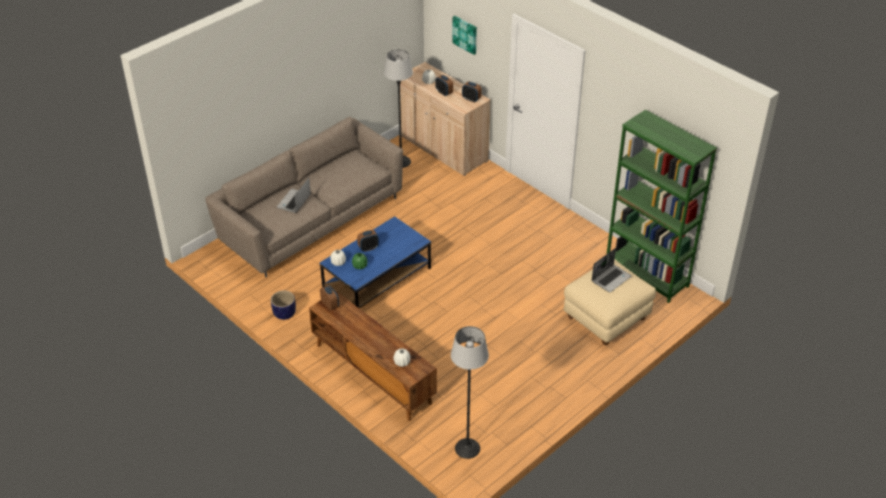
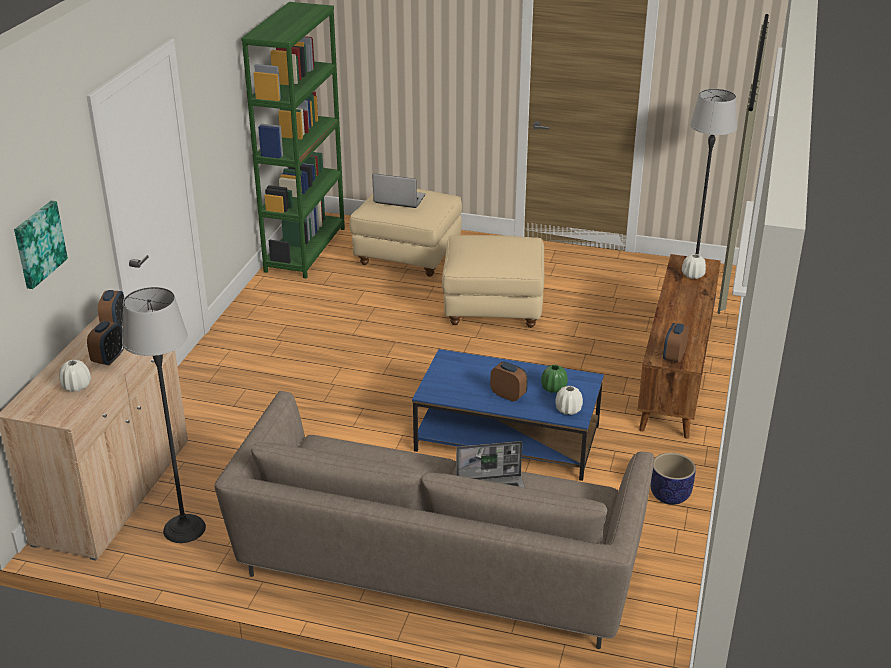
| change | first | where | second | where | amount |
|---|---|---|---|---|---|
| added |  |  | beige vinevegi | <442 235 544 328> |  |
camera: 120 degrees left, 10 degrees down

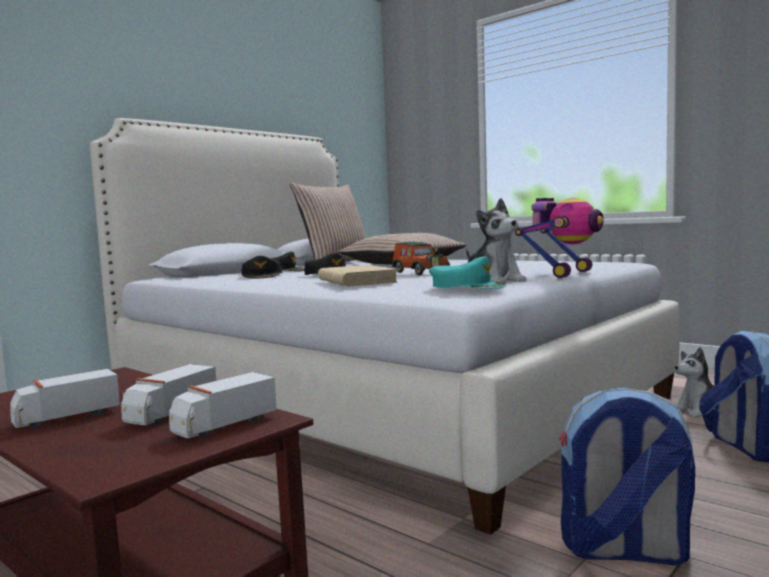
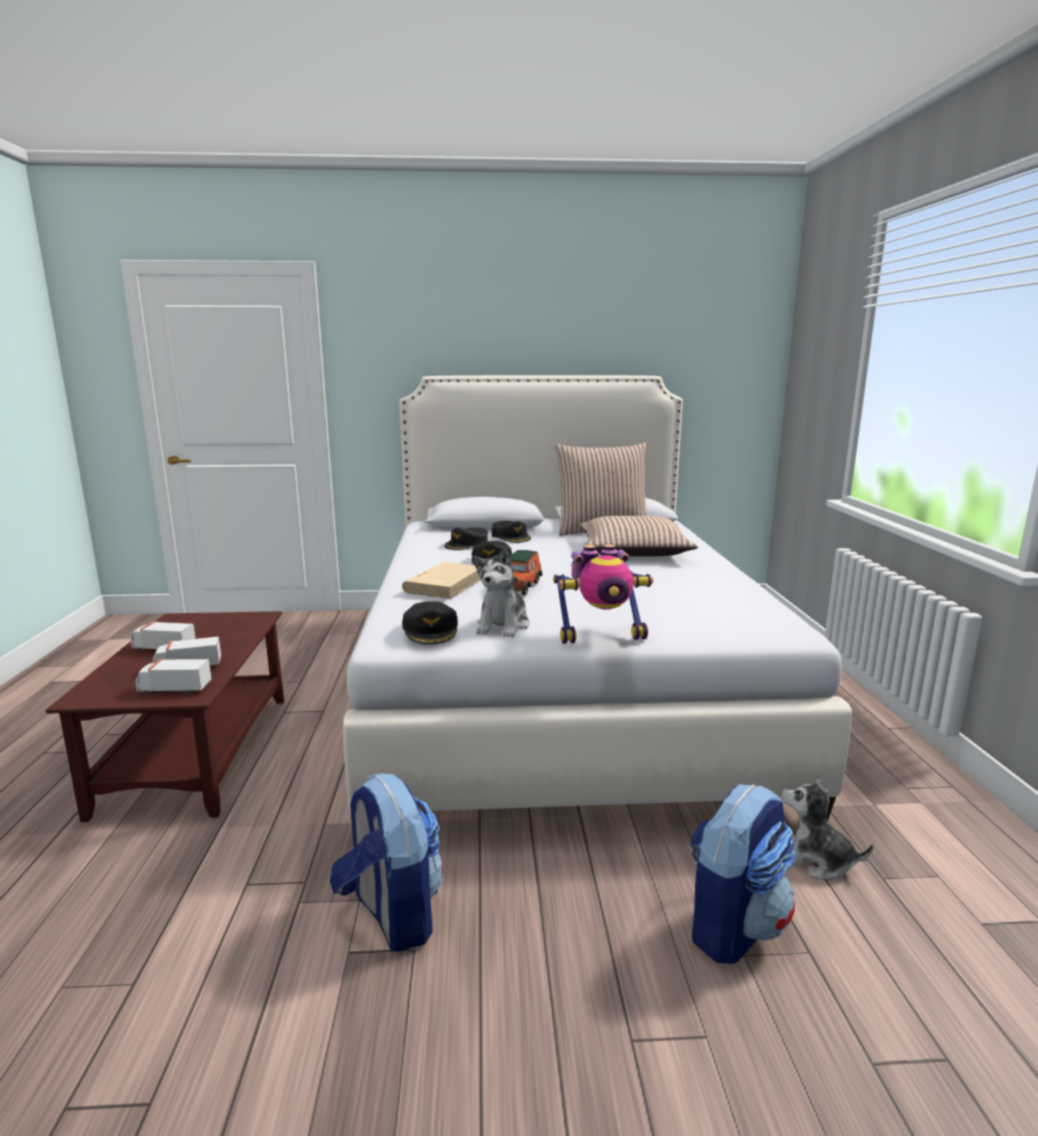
| change | first | where | second | where | amount |
|---|---|---|---|---|---|
| recoloured | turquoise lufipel | <429 256 506 289> | black lufipel | <402 601 458 645> |  |
camera: 45 degrees right, 10 degrees up

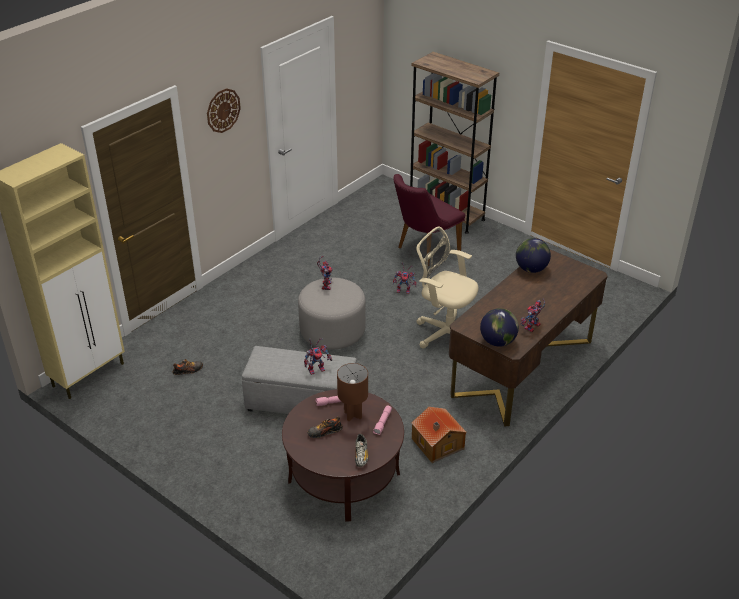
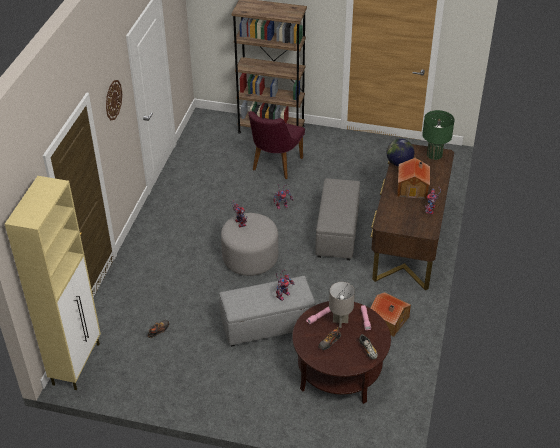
| change | first | where | second | where | amount |
|---|---|---|---|---|---|
| replaced | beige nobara | <416 227 478 349> | grey vinevegi | <315 178 360 260> |  |
| recoloured | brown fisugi | <337 363 368 422> | grey fisugi | <329 282 355 328> |  |
| added |  |  | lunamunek | <397 158 430 199> |  |
| added |  |  | green fisugi | <422 110 455 160> |  |
| removed | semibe | <480 308 519 347> |  |  |  |
camera: 25 degrees left, 5 degrees up

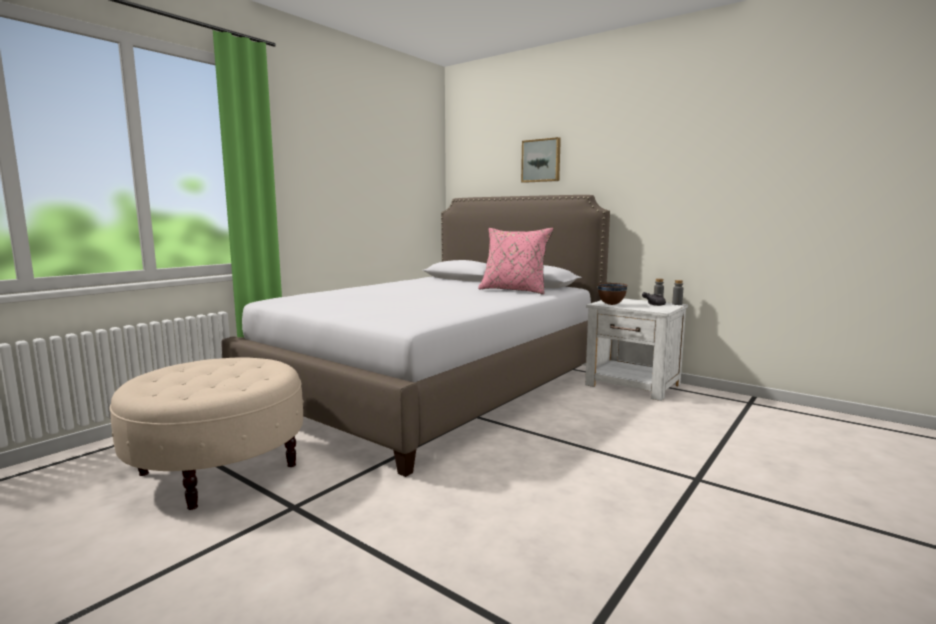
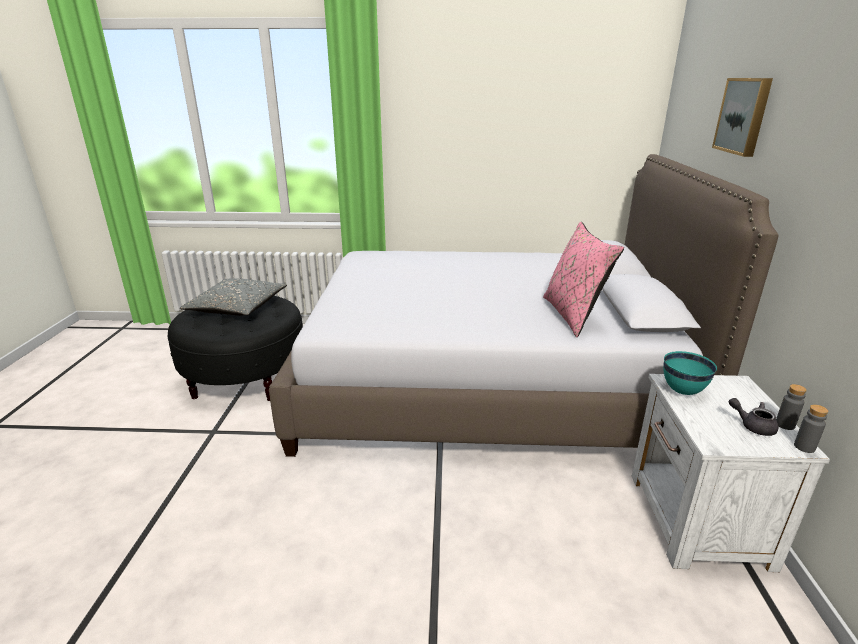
| change | first | where | second | where | amount |
|---|---|---|---|---|---|
| recoloured | beige vinevegi | <109 357 304 510> | black vinevegi | <168 296 303 401> |  |
| added |  |  | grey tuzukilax | <180 278 287 316> |  |
| recoloured | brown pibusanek | <598 283 628 305> | turquoise pibusanek | <663 351 717 395> |  |
camera: 55 degrees right, 15 degrees up

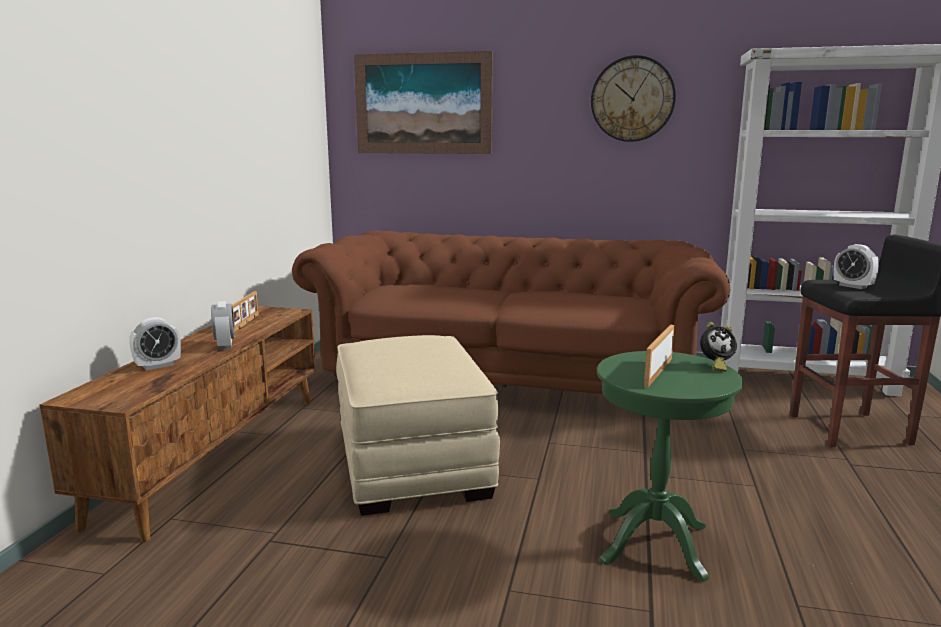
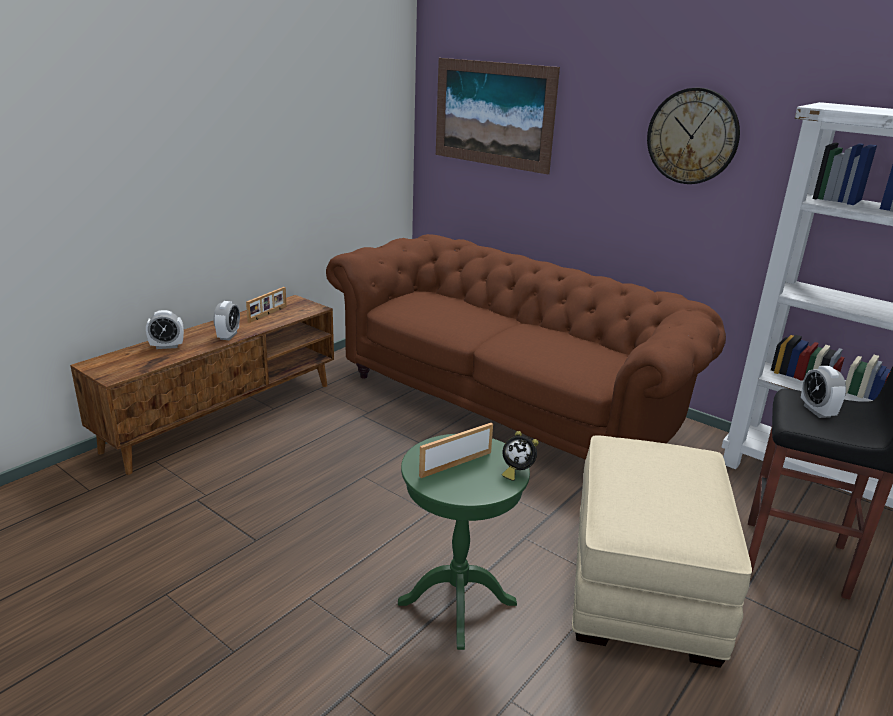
| change | first | where | second | where | amount |
|---|---|---|---|---|---|
| moved | beige vinevegi | <336 335 500 516> |  | <572 435 752 668> |  |
camera: 25 degrees right, 10 degrees up

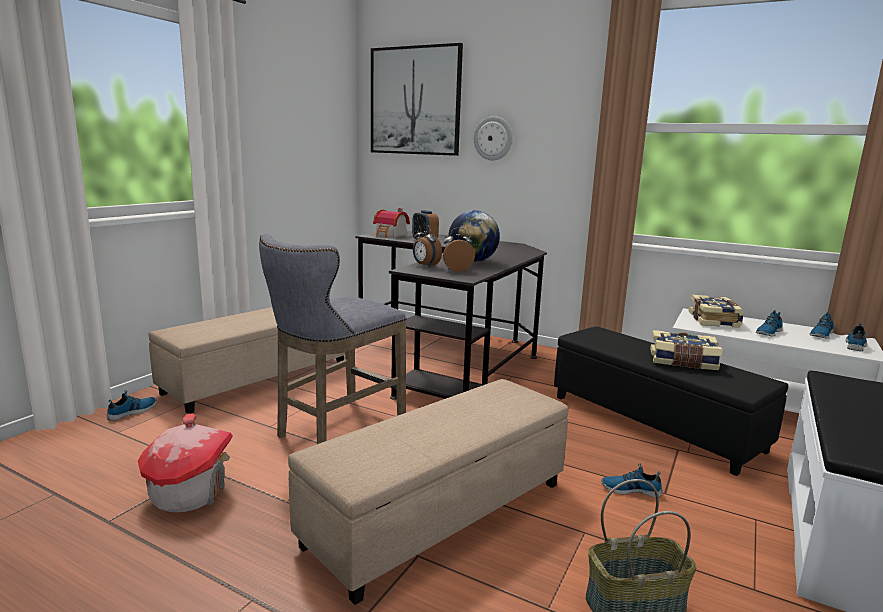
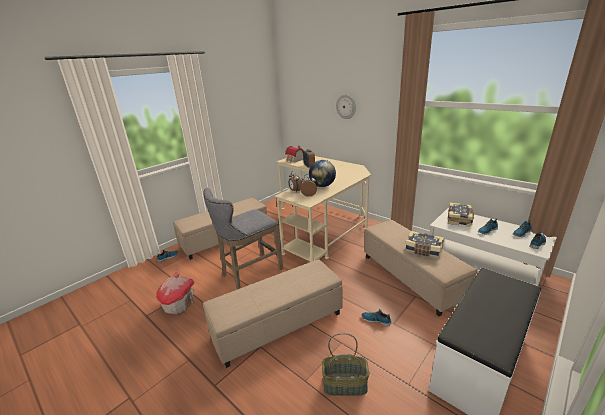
| change | first | where | second | where | amount |
|---|---|---|---|---|---|
| recoloured | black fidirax | <355 231 547 400> | beige fidirax | <274 156 371 262> |  |
| recoloured | black vinevegi | <554 327 788 476> | beige vinevegi | <364 220 477 316> |  |
| removed | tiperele | <371 43 463 156> |  |  |  |
camera: 15 degrees right, 10 degrees up

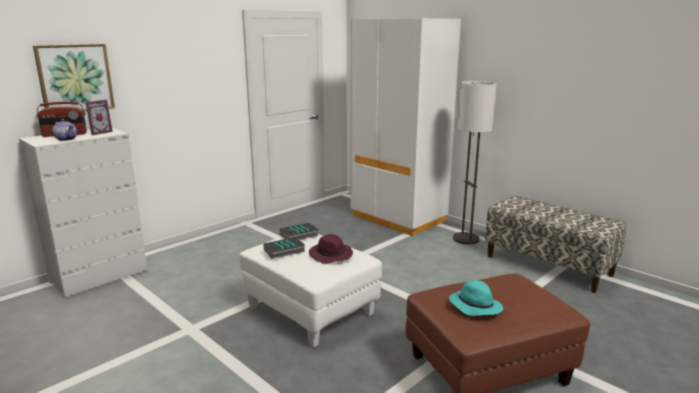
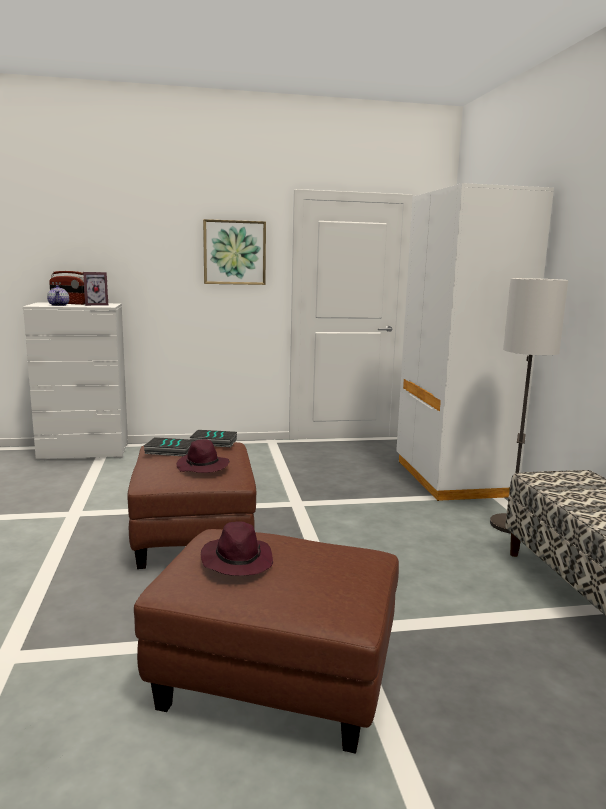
| change | first | where | second | where | amount |
|---|---|---|---|---|---|
| recoloured | white vinevegi | <239 234 382 348> | brown vinevegi | <127 442 256 569> |  |
| recoloured | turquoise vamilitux | <449 280 503 316> | purple vamilitux | <201 521 273 576> |  |
| moved | tiperele | <33 44 115 111> |  | <203 219 266 285> |  |
camera: 35 degrees right, 5 degrees down

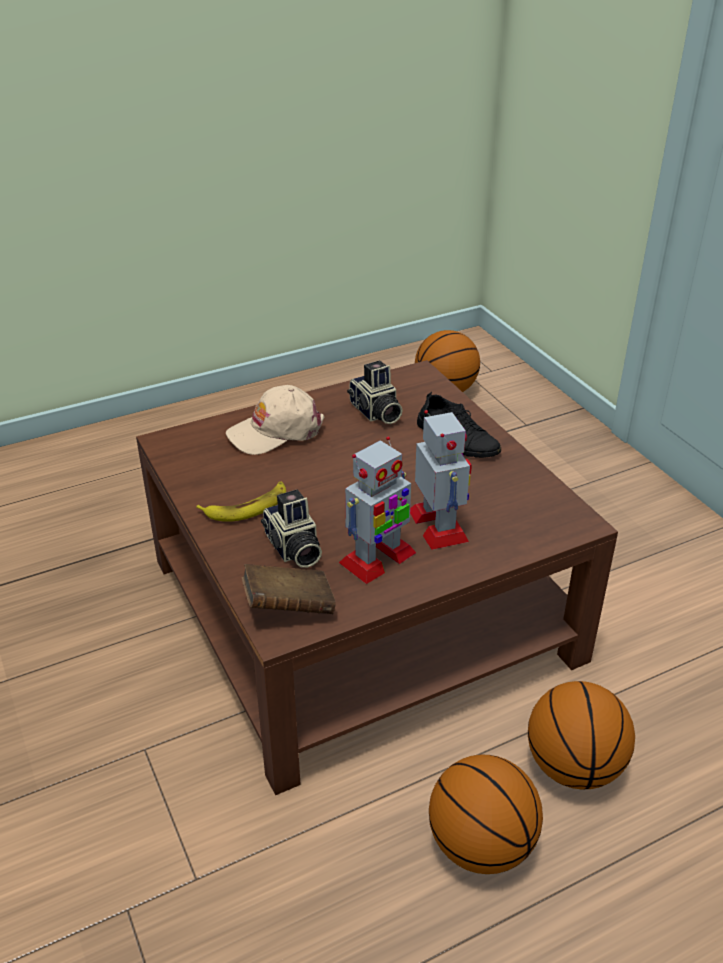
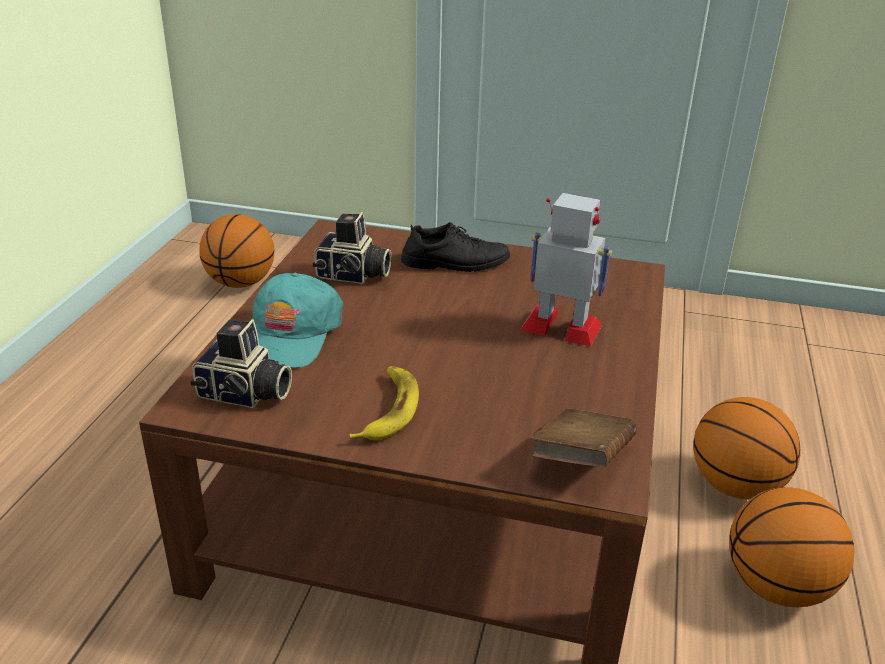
| change | first | where | second | where | amount |
|---|---|---|---|---|---|
| moved | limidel | <261 490 322 568> |  | <190 319 292 408> |  |
| recoloured | beige lufipel | <226 385 324 455> | turquoise lufipel | <252 273 343 368> |  |
| removed | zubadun | <339 436 416 584> |  |  |  |
camera: 50 degrees left, 5 degrees down

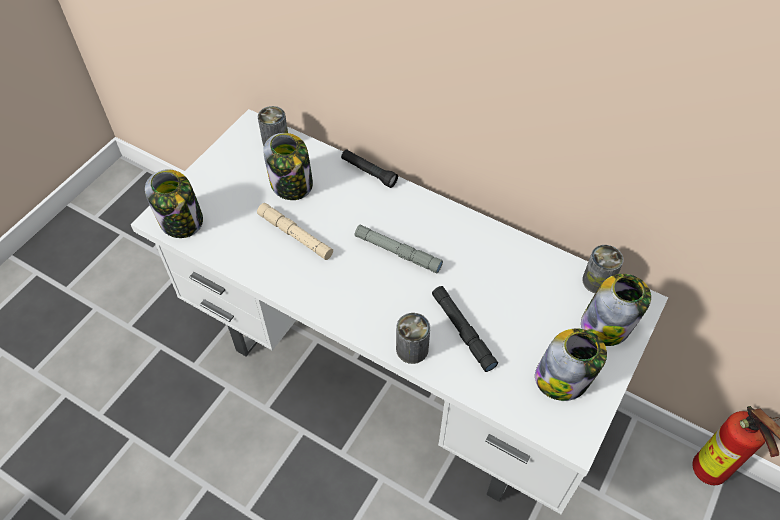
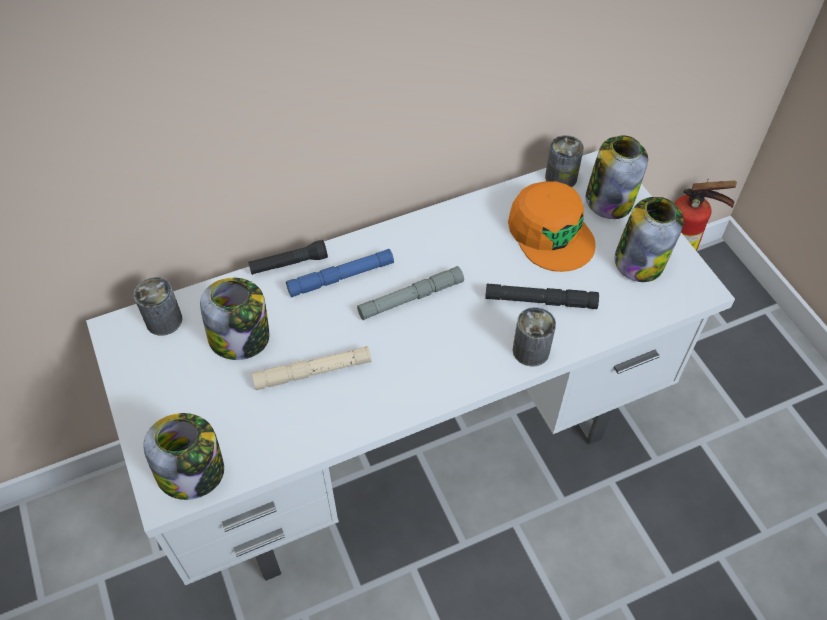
| change | first | where | second | where | amount |
|---|---|---|---|---|---|
| added |  |  | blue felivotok | <286 249 394 297> |  |
| added |  |  | orange lufipel | <508 181 596 272> |  |
camera: 55 degrees left, 0 degrees up

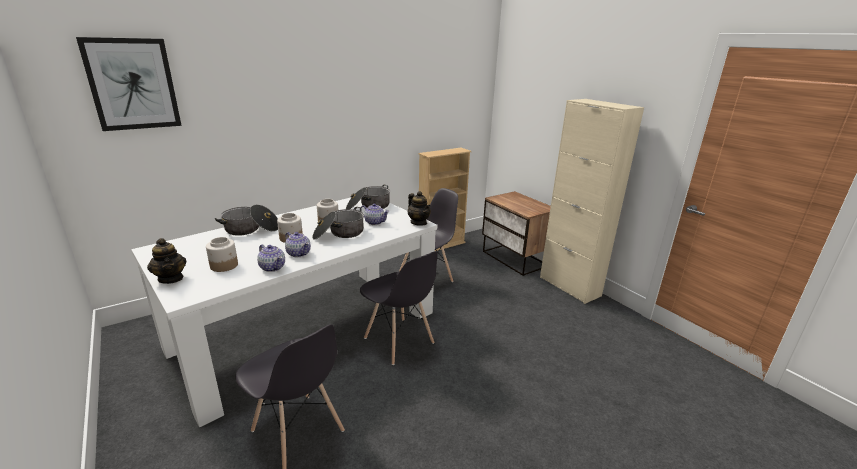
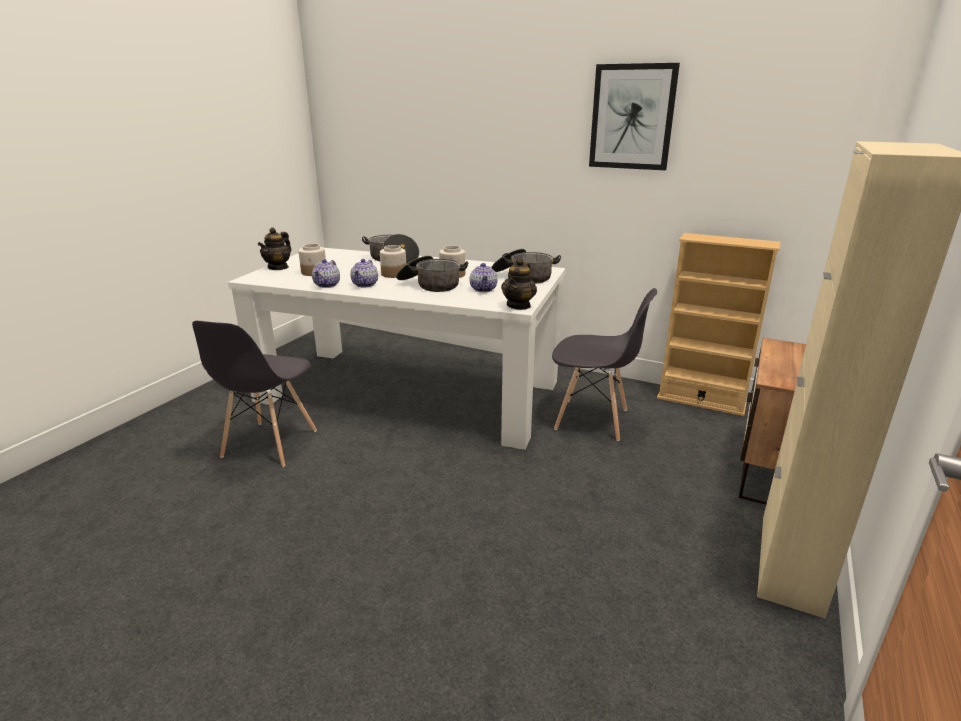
| change | first | where | second | where | amount |
|---|---|---|---|---|---|
| moved | tiperele | <76 37 182 131> |  | <589 63 680 170> |  |
| removed | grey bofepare | <360 251 438 365> |  |  |  |
camera: 60 degrees right, 0 degrees up

